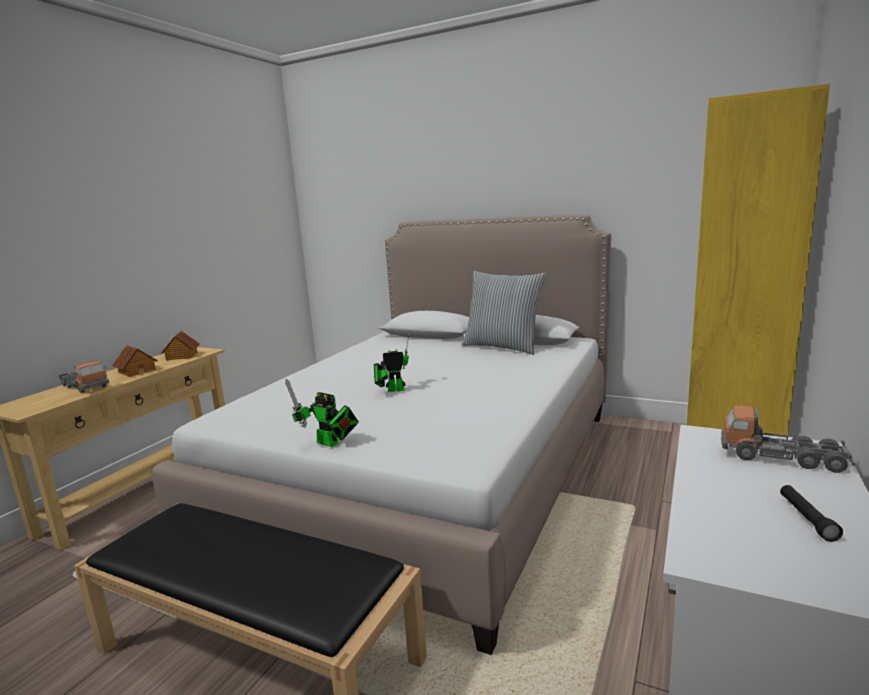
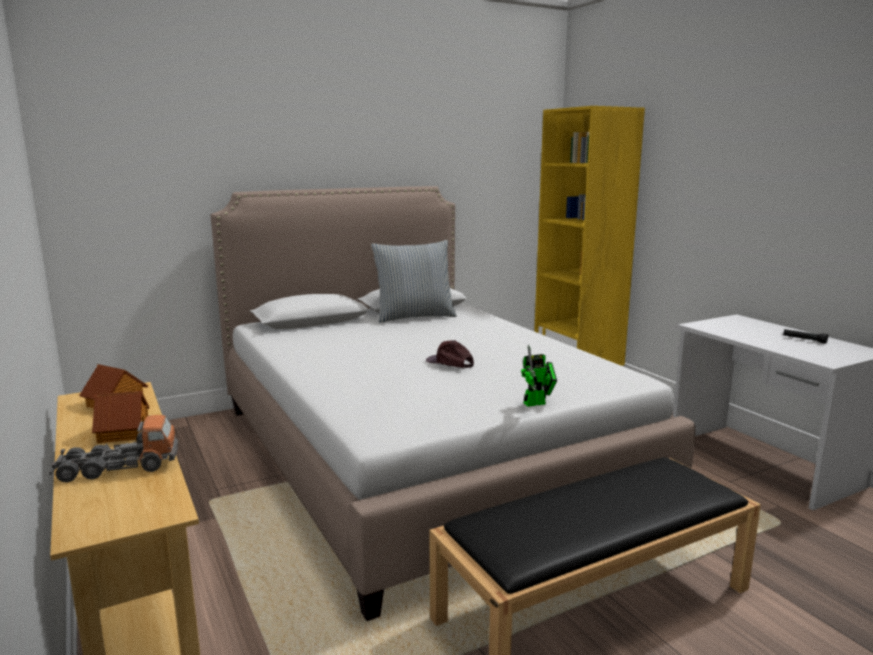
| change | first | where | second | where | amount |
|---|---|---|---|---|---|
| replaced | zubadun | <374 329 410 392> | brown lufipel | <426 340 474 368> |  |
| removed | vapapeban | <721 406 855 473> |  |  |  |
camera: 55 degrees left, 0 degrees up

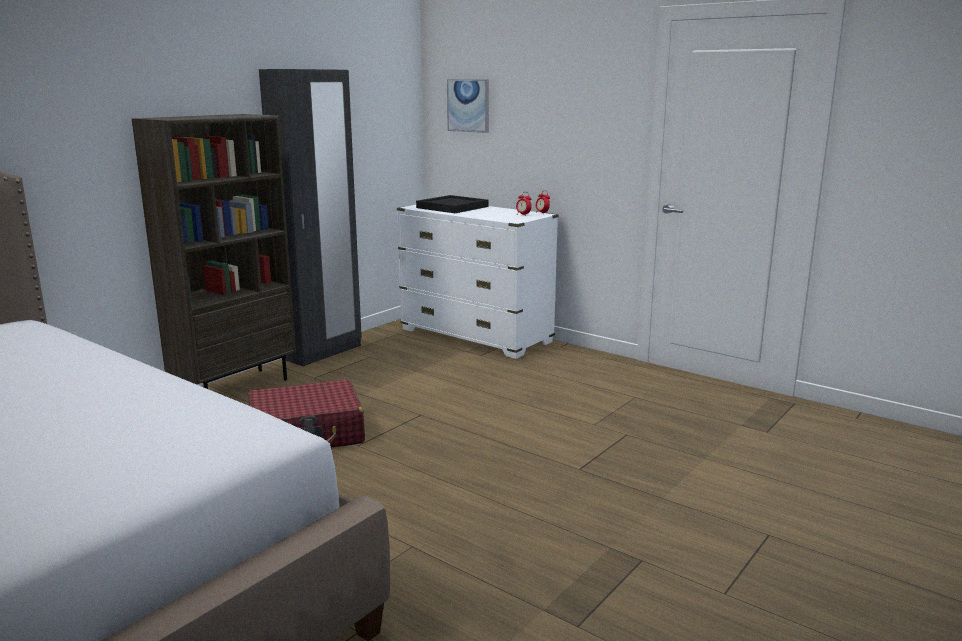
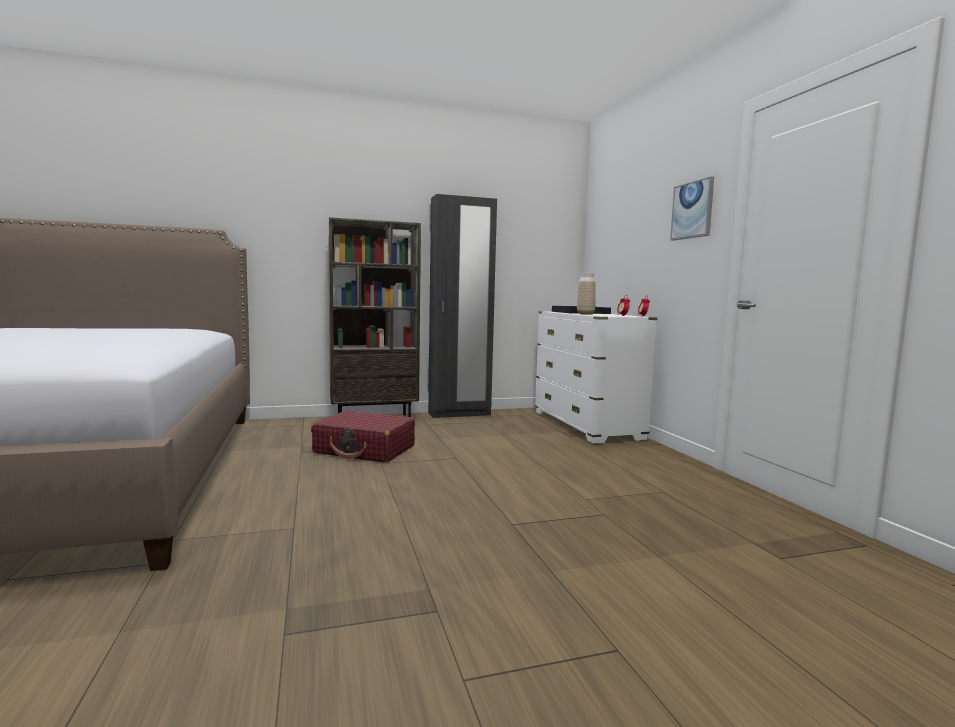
| change | first | where | second | where | amount |
|---|---|---|---|---|---|
| added |  |  | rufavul | <577 273 596 315> |  |
| moved | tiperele | <447 79 489 133> |  | <670 176 714 241> |  |
camera: 35 degrees right, 10 degrees down

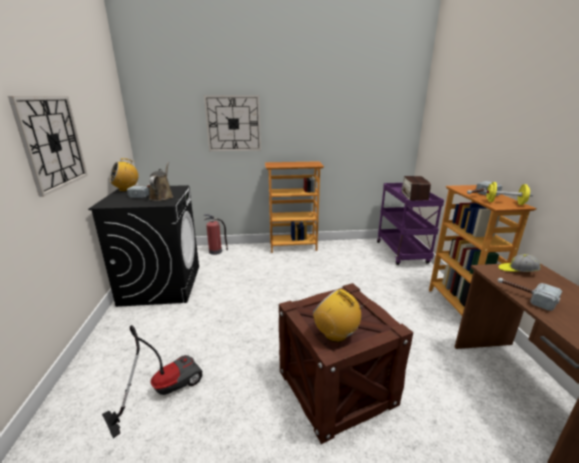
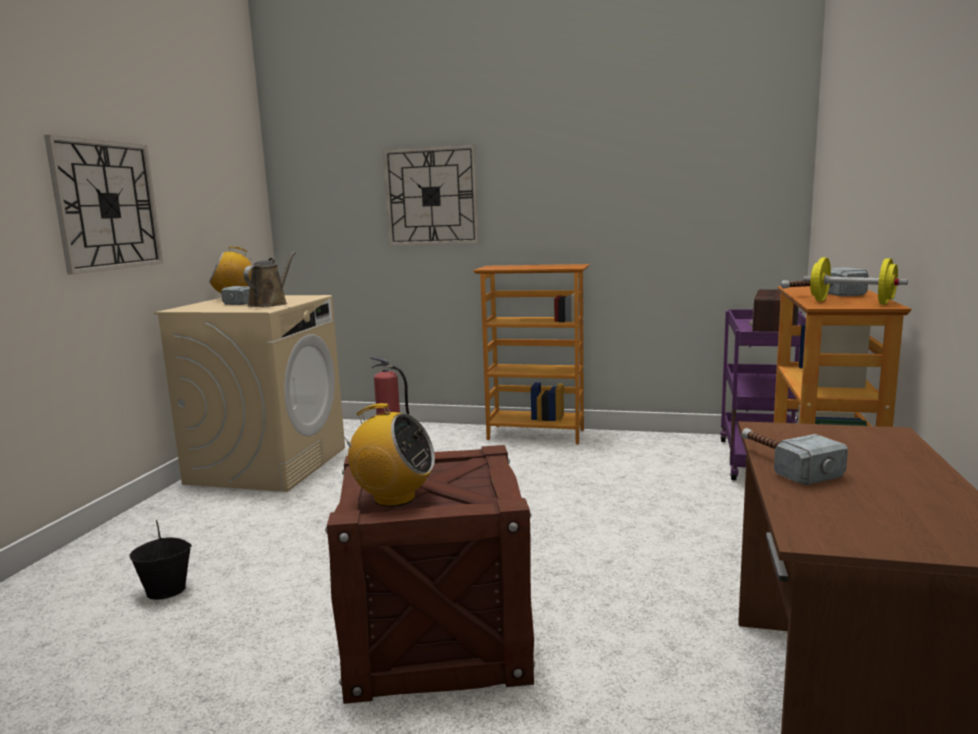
| change | first | where | second | where | amount |
|---|---|---|---|---|---|
| replaced | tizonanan | <102 325 203 438> | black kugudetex | <129 520 192 600> |  |
| recoloured | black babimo | <88 185 199 307> | beige babimo | <154 295 345 492> |  |
| turned | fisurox | <313 289 368 342> |  | <337 403 435 507> | 135 degrees clockwise |
| removed | lufipel | <499 254 541 272> |  |  |  |
camera: 20 degrees right, 10 degrees down

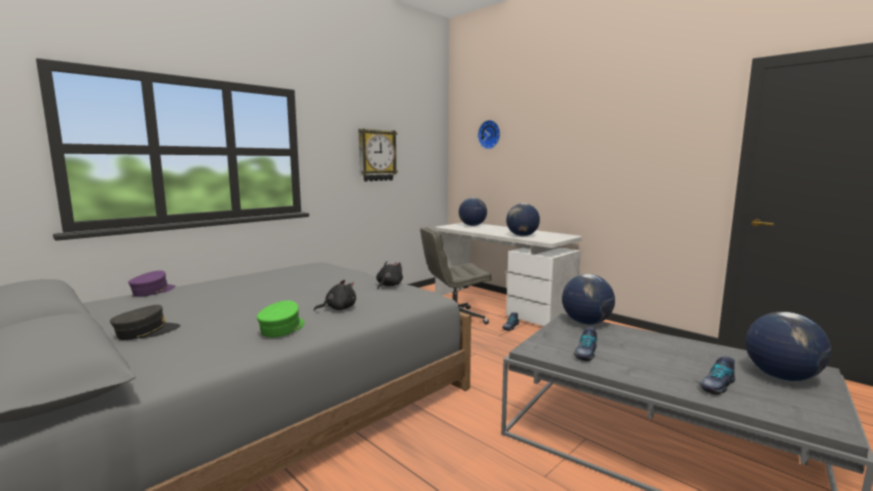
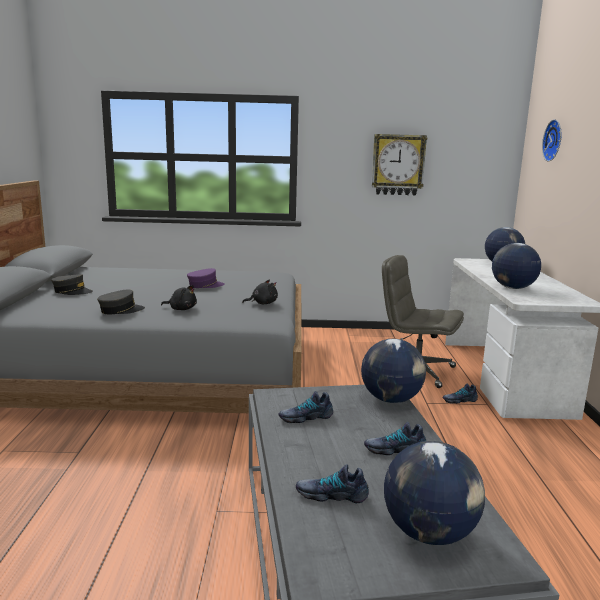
| change | first | where | second | where | amount |
|---|---|---|---|---|---|
| recoloured | green lufipel | <257 301 305 338> | grey lufipel | <97 289 145 314> |  |
| moved | purple lufipel | <128 270 176 297> |  | <187 268 225 288> |  |
| added |  |  | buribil | <364 422 426 455> |  |
camera: 45 degrees right, 5 degrees up

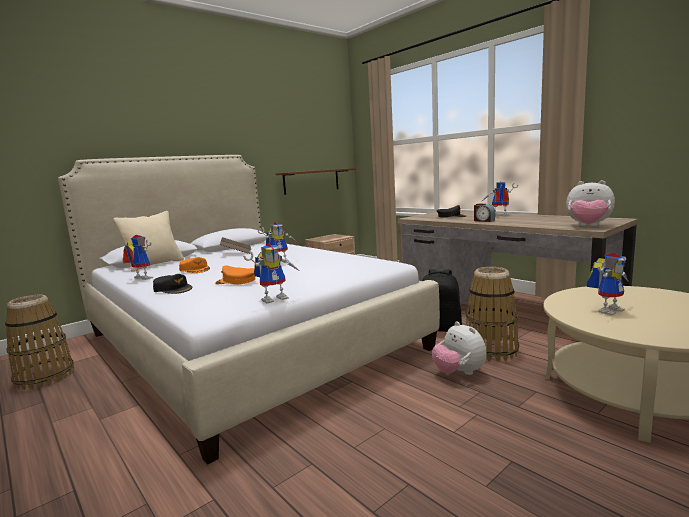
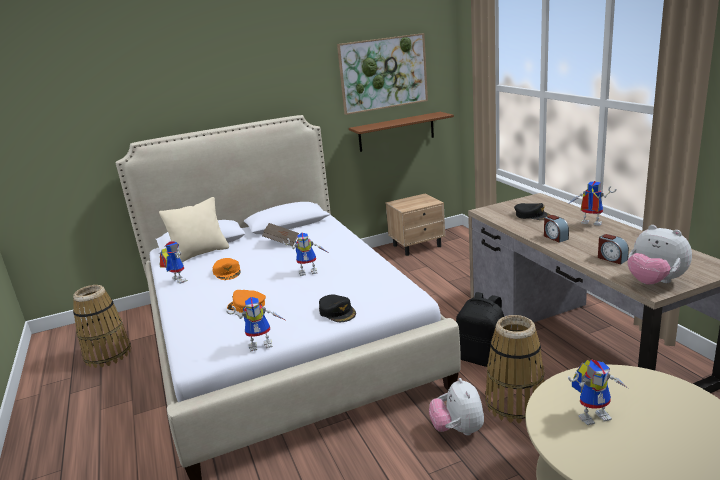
| change | first | where | second | where | amount |
|---|---|---|---|---|---|
| moved | black lufipel | <153 274 192 294> |  | <319 295 356 322> |  |
| added |  |  | tiperele | <337 33 428 115> |  |
| added |  |  | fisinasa | <598 234 629 264> |  |
camera: 20 degrees right, 10 degrees up

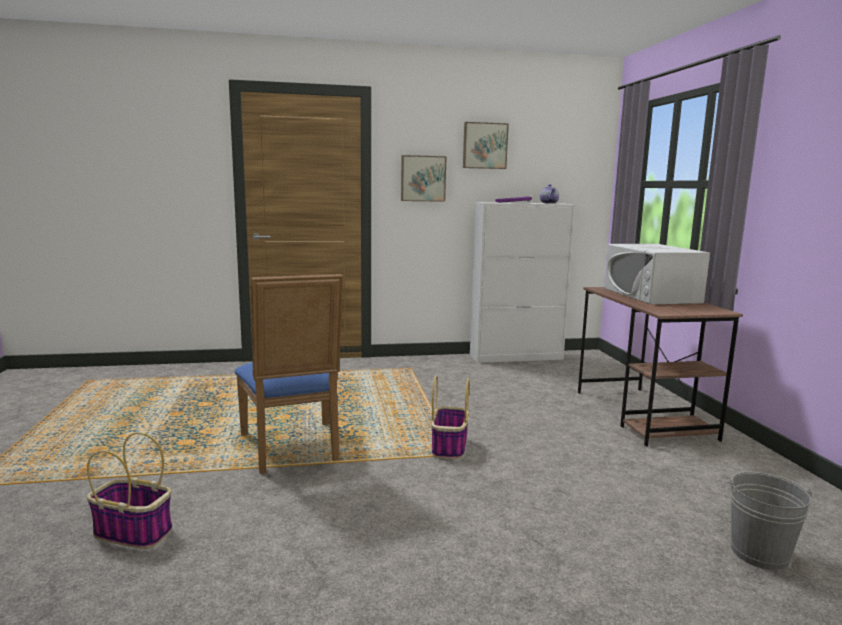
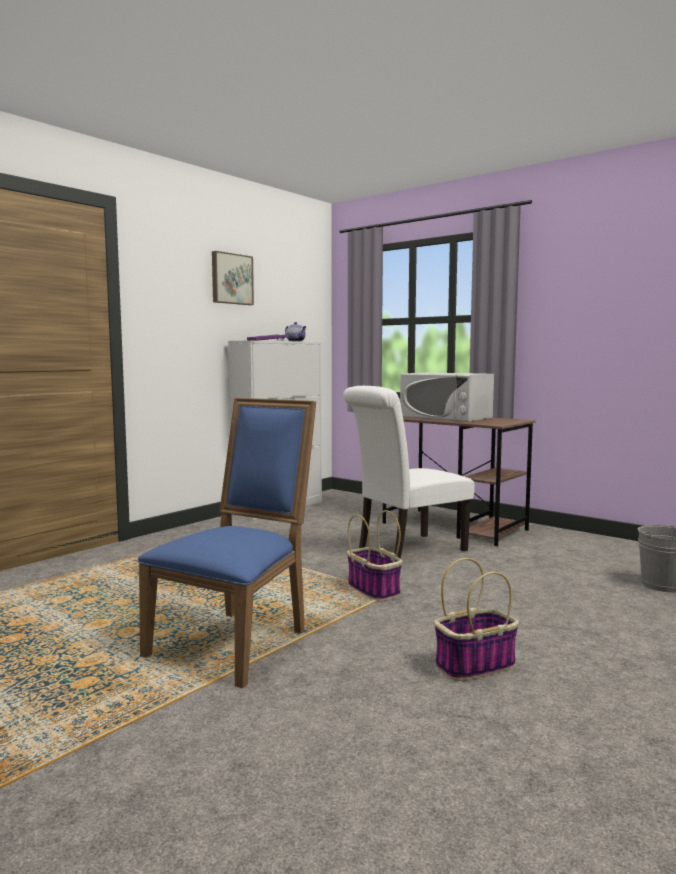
| change | first | where | second | where | amount |
|---|---|---|---|---|---|
| turned | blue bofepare | <235 274 343 474> |  | <138 398 316 688> | 90 degrees counterclockwise |
| added |  |  | white bofepare | <343 386 475 559> |  |
| moved | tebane | <87 432 172 549> |  | <434 558 519 681> |  |
| removed | tiperele | <401 155 447 202> |  |  |  |
camera: 40 degrees left, 5 degrees down

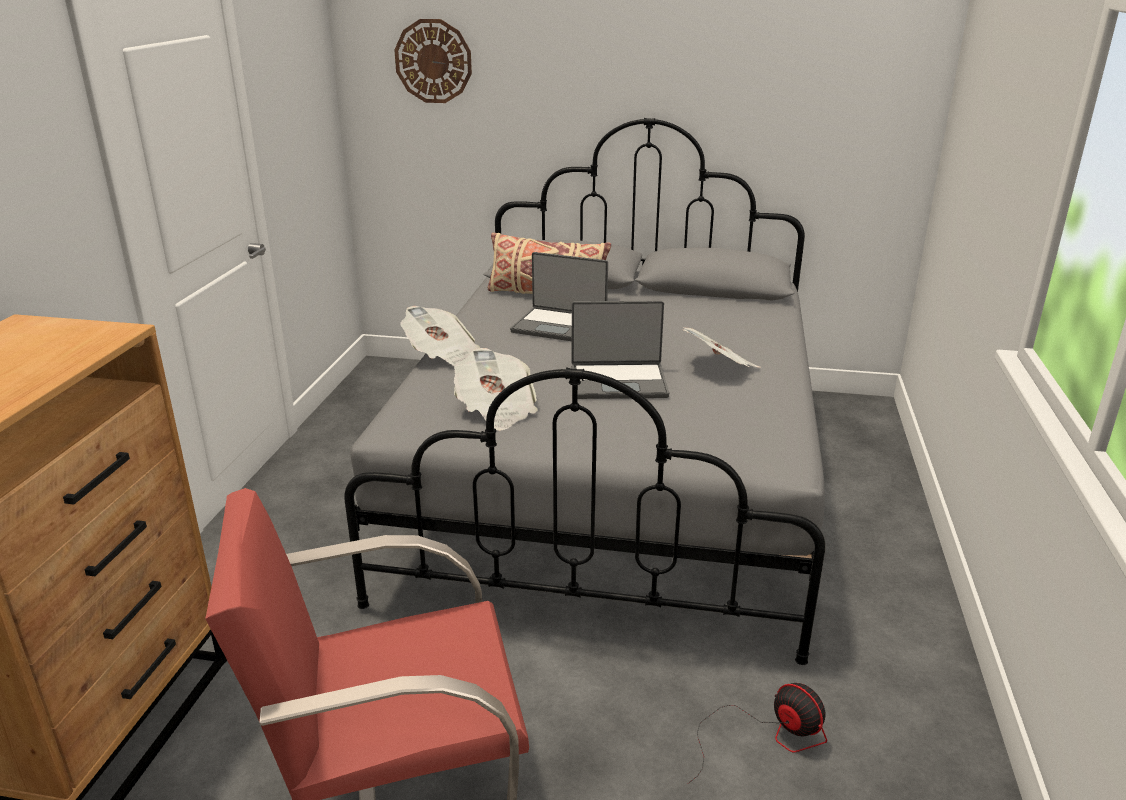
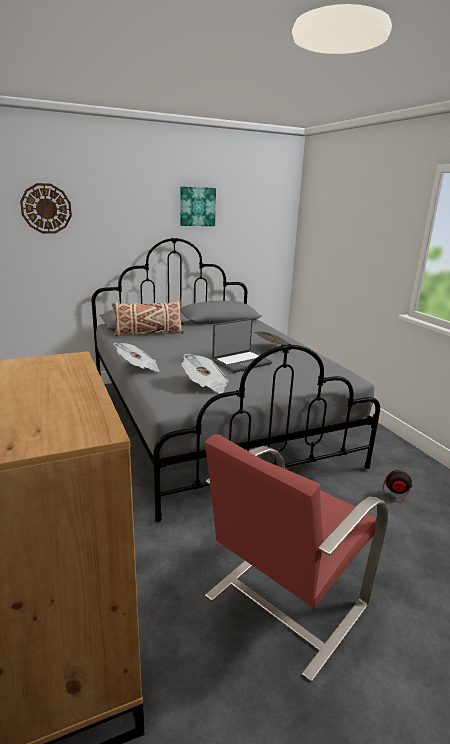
| change | first | where | second | where | amount |
|---|---|---|---|---|---|
| added |  |  | tiperele | <180 187 216 226> |  |
| removed | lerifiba | <510 252 608 341> |  |  |  |
camera: 35 degrees left, 5 degrees down

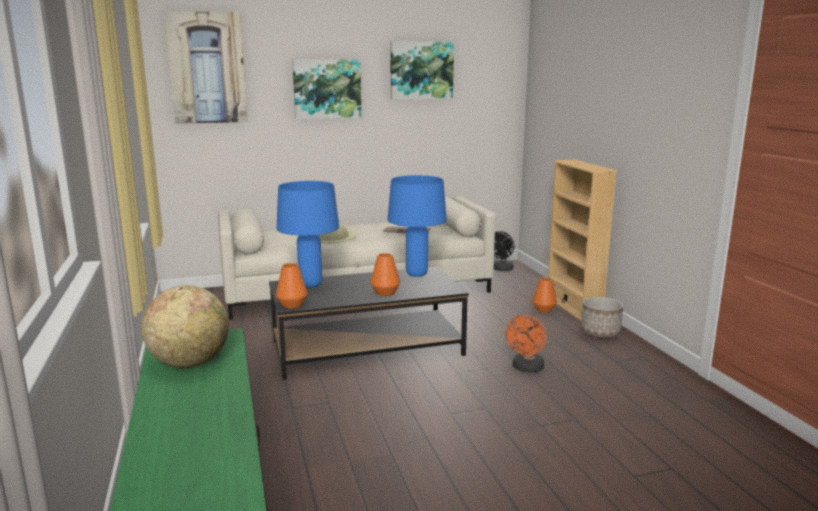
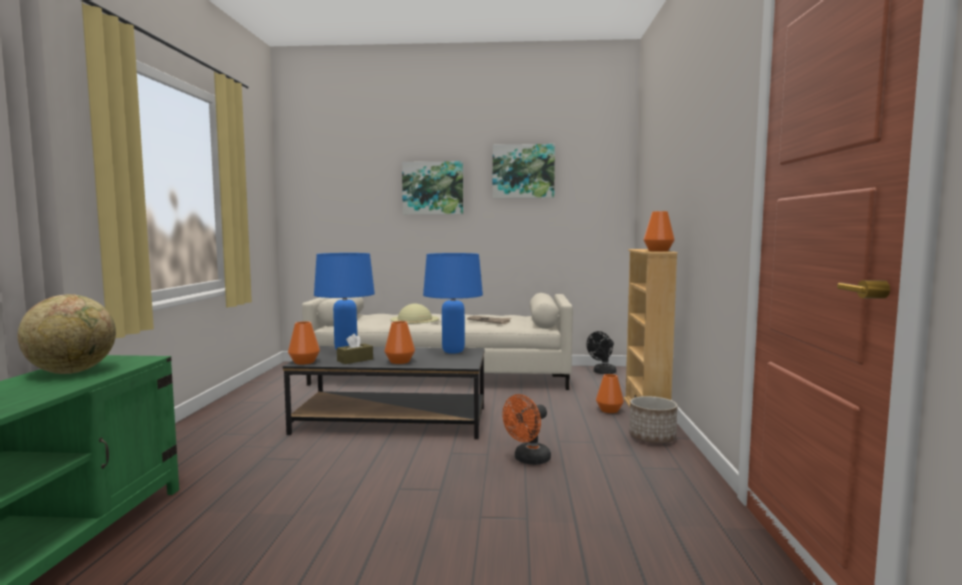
| change | first | where | second | where | amount |
|---|---|---|---|---|---|
| added |  |  | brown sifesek | <337 333 373 364> |  |
| added |  |  | orange rufavul | <643 211 675 251> |  |
| removed | tiperele | <164 11 248 124> |  |  |  |
camera: 20 degrees right, 10 degrees down

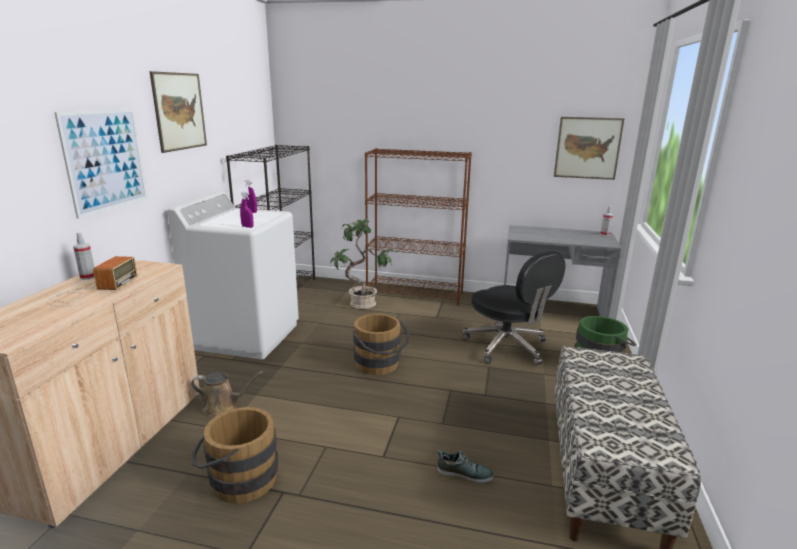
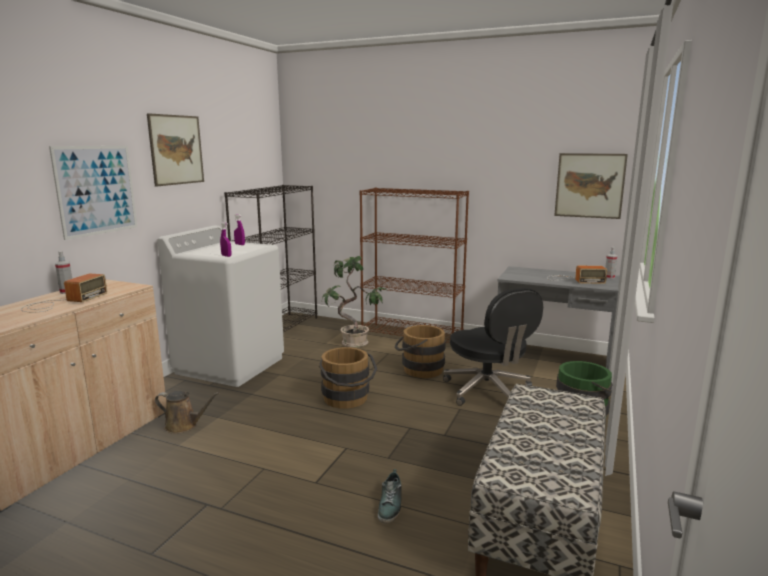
| change | first | where | second | where | amount |
|---|---|---|---|---|---|
| turned | buribil | <437 450 494 483> |  | <378 469 402 524> | 75 degrees clockwise |
| moved | brown kugudetex | <192 407 278 503> |  | <395 325 446 378> |  |
| added |  |  | fisurox | <547 266 607 284> |  |
camera: 10 degrees right, 5 degrees down

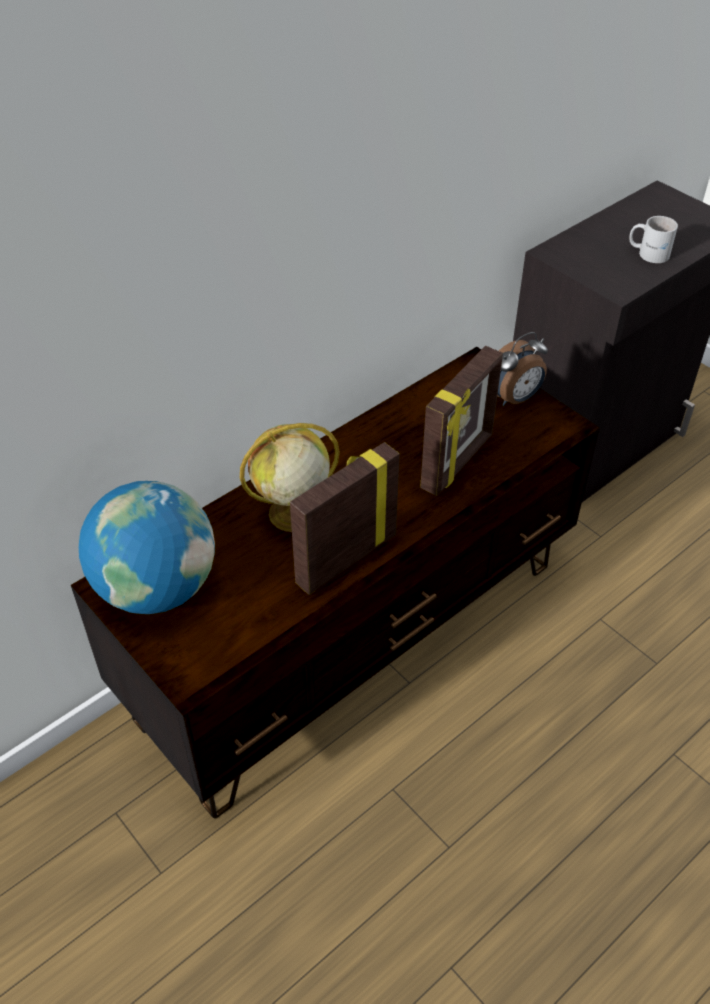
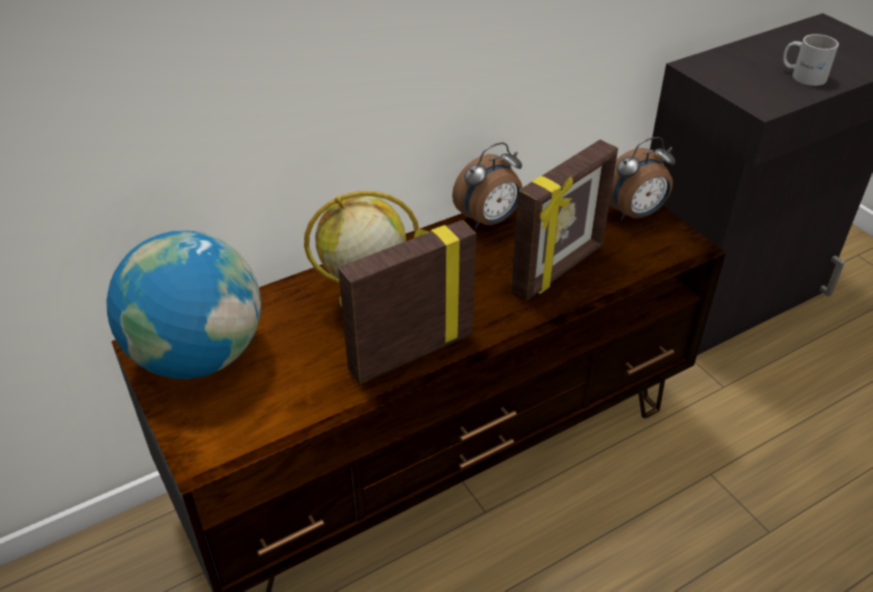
| change | first | where | second | where | amount |
|---|---|---|---|---|---|
| added |  |  | fisinasa | <452 142 522 228> |  |
camera: 10 degrees right, 5 degrees down

